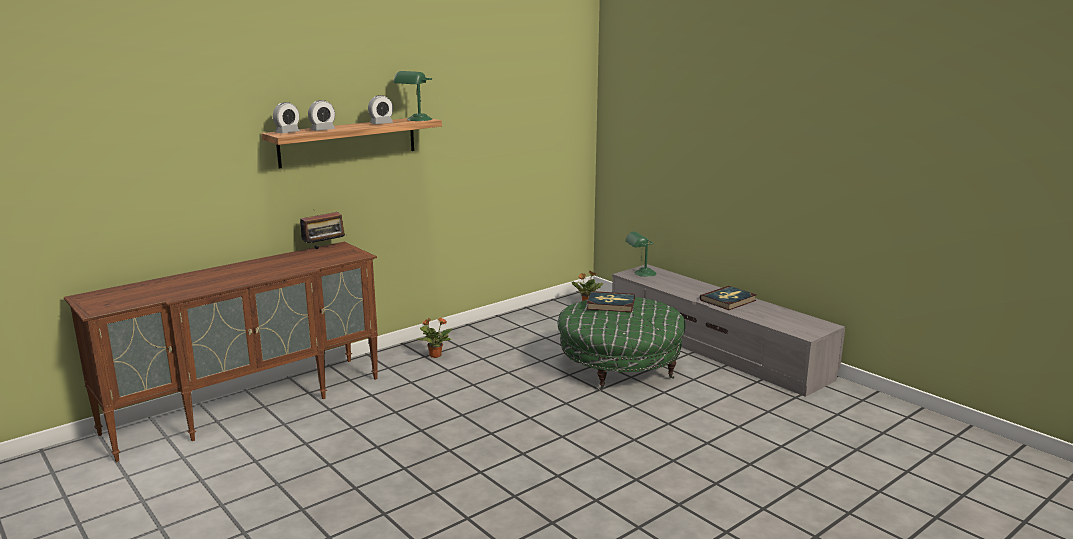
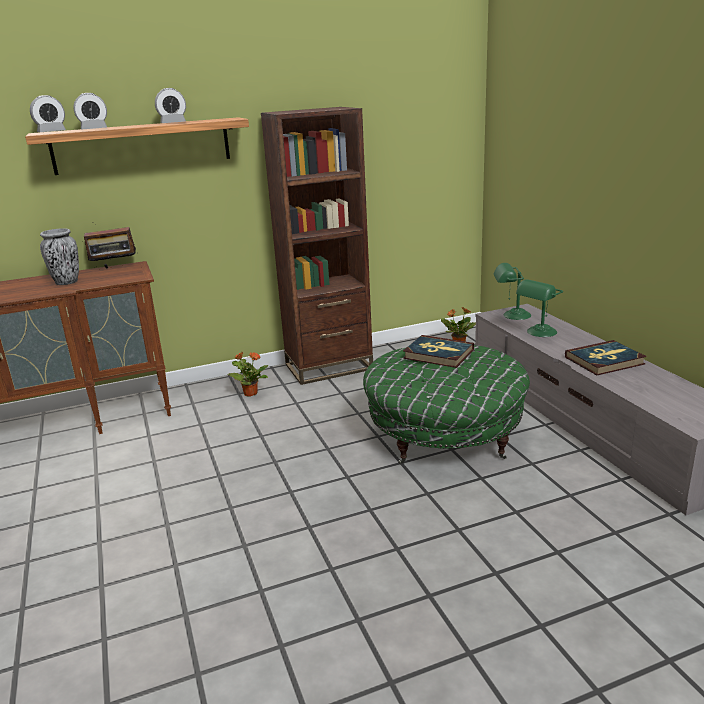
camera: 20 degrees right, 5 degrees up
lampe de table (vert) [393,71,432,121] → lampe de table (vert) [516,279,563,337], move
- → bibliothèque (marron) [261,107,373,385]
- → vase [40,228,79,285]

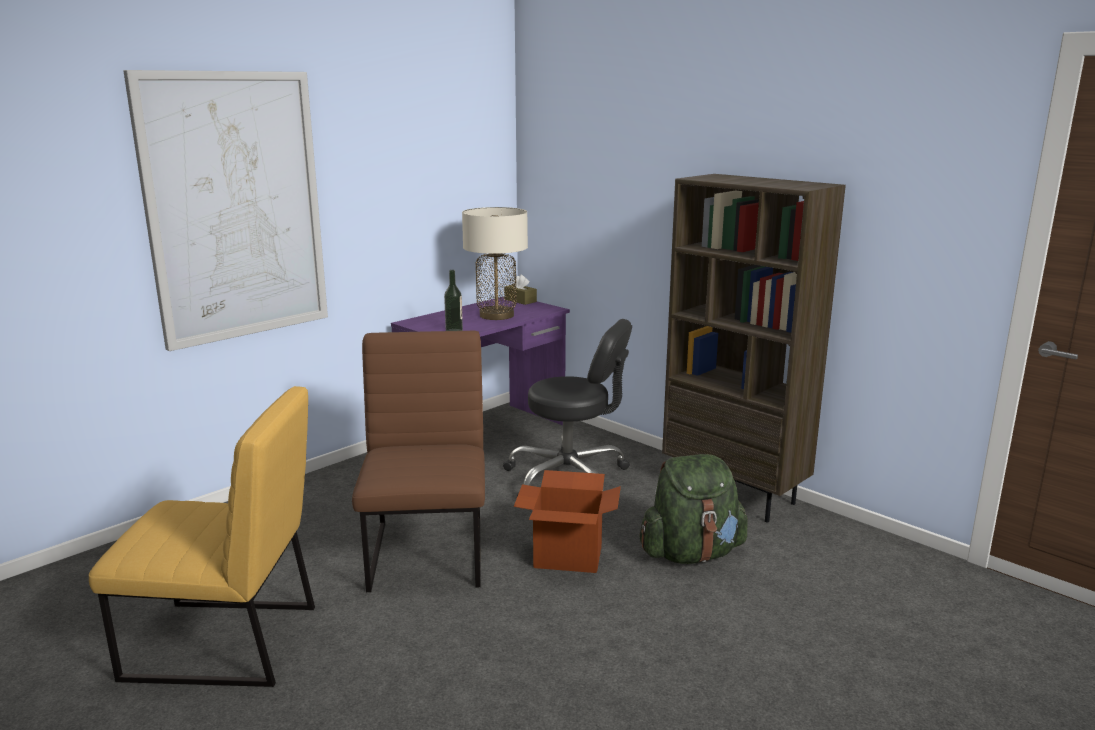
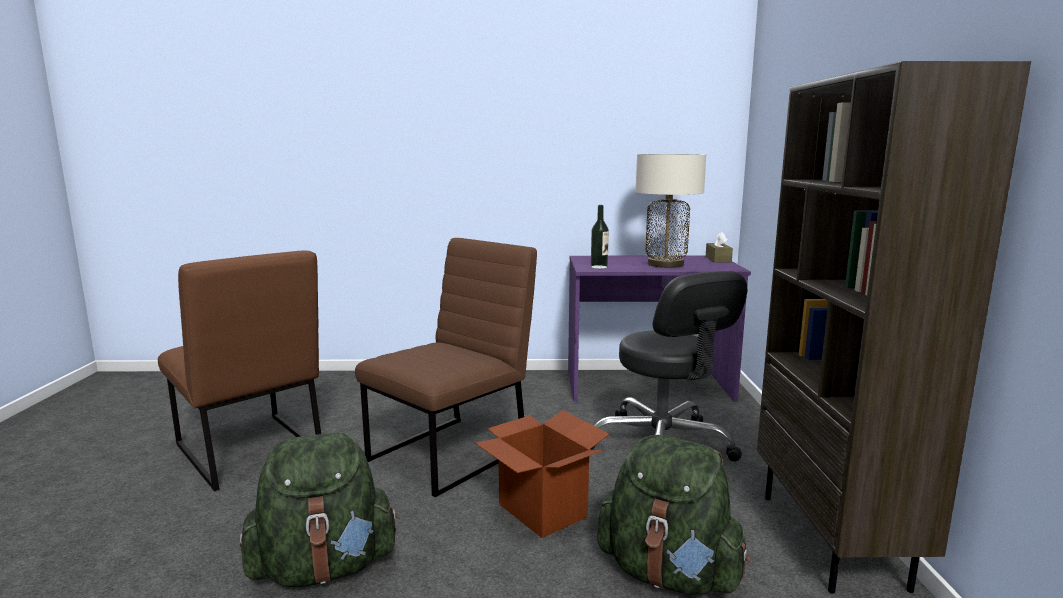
camera: 45 degrees right, 5 degrees down
tableau [124,70,328,351] → -
chaise (jaune) [89,386,315,687] → chaise (marron) [158,250,321,491]
- → sac à dos (vert) [240,432,399,587]

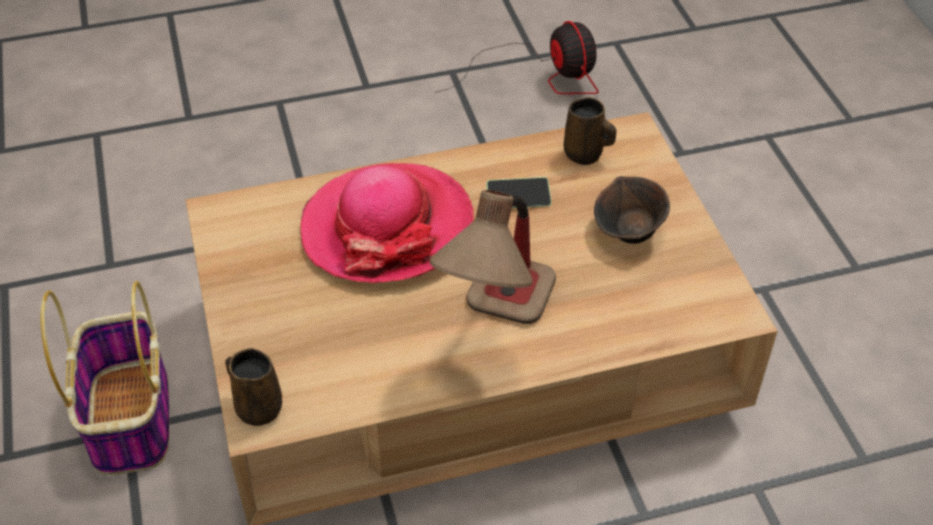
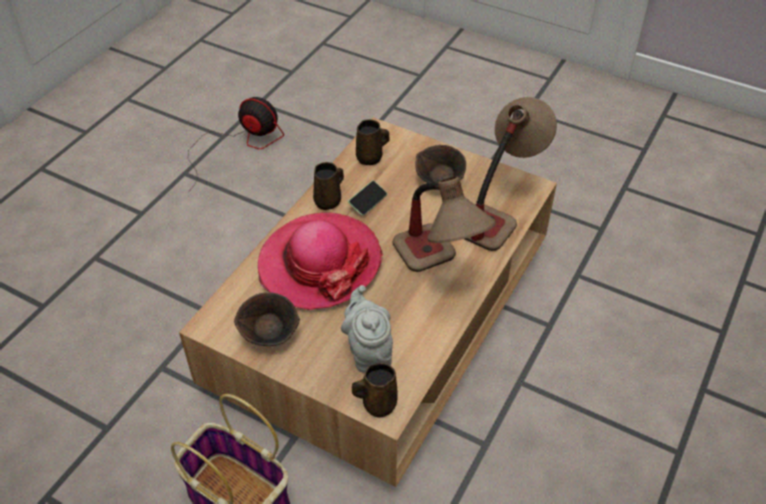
camera: 45 degrees left, 0 degrees up
- → lampe de table [465,97,557,251]
- → mug (marron) [313,162,344,210]
- → théière (gris) [341,285,393,373]
- → bol (marron) [234,292,300,346]

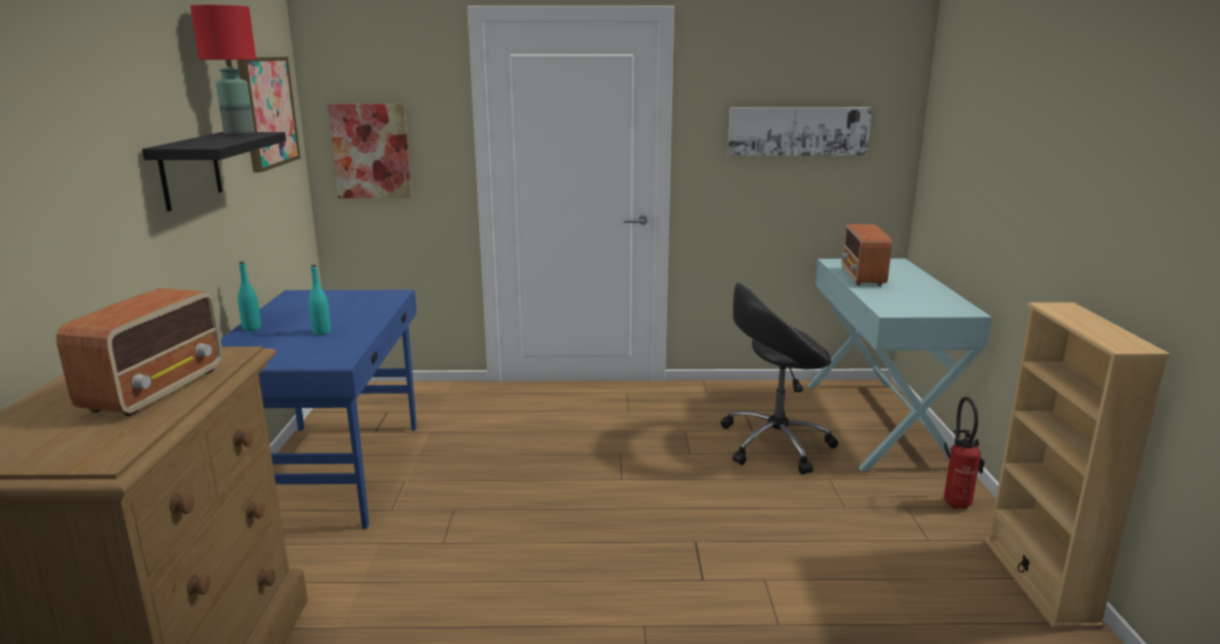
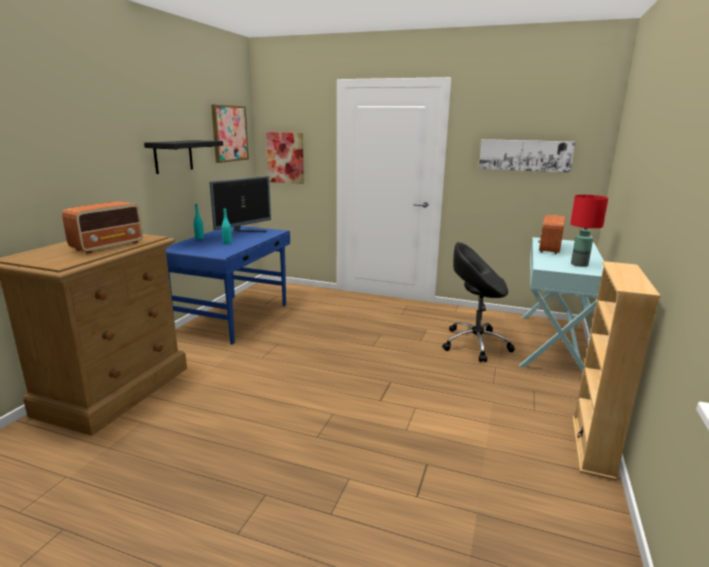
camera: 20 degrees right, 0 degrees up
lampe de table (rouge) [190,5,256,135] → lampe de table (rouge) [570,195,608,267], move
extincteur [944,397,985,509] → -
- → écran d'ordinateur [209,176,271,235]

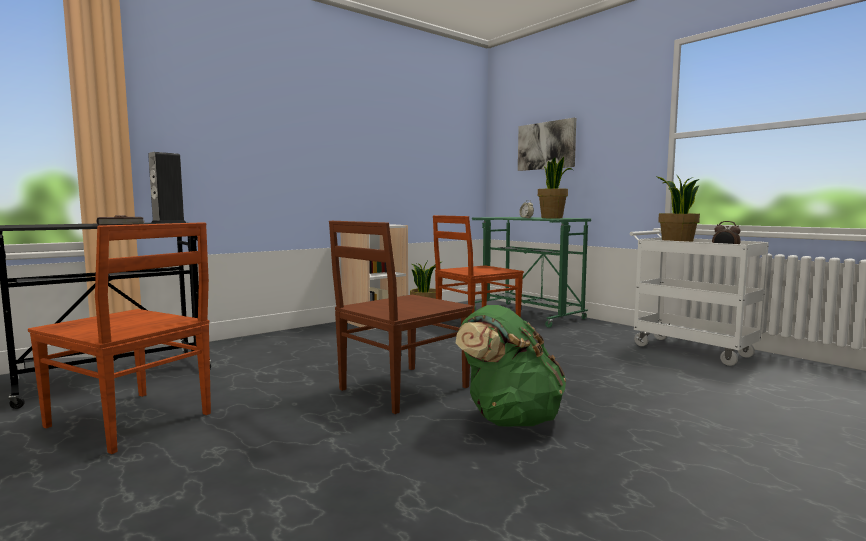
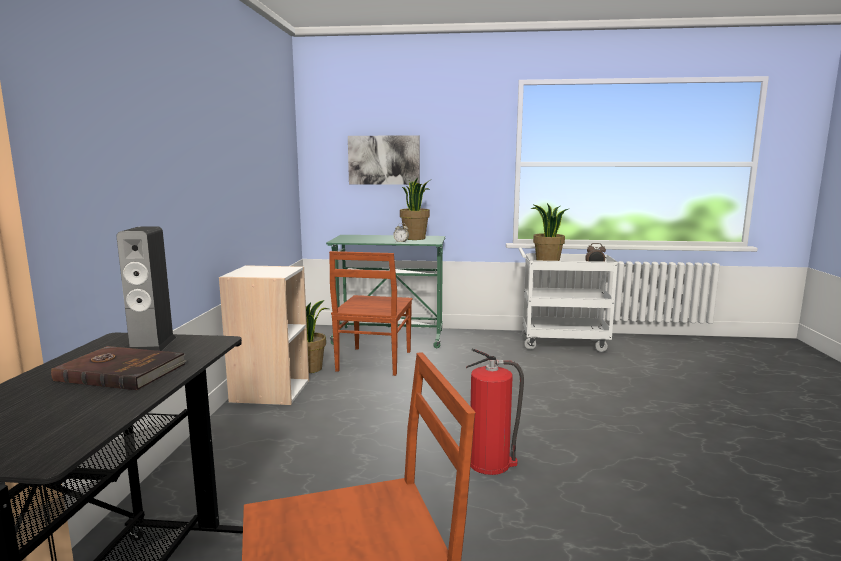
camera: 45 degrees left, 5 degrees up
chaise (marron) [329,221,474,414] → extincteur [466,349,524,475]
sac à dos (vert) [456,305,566,426] → -

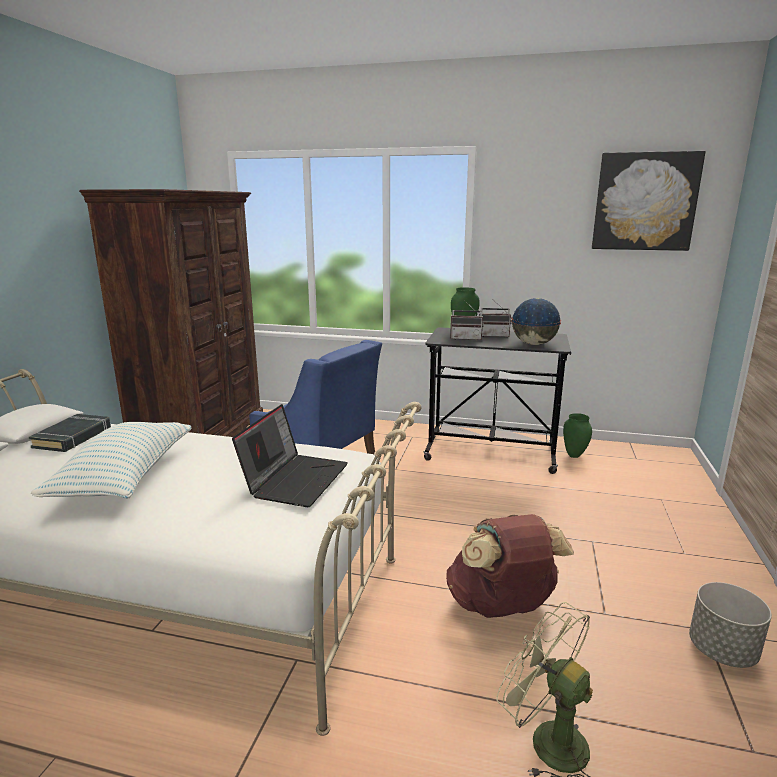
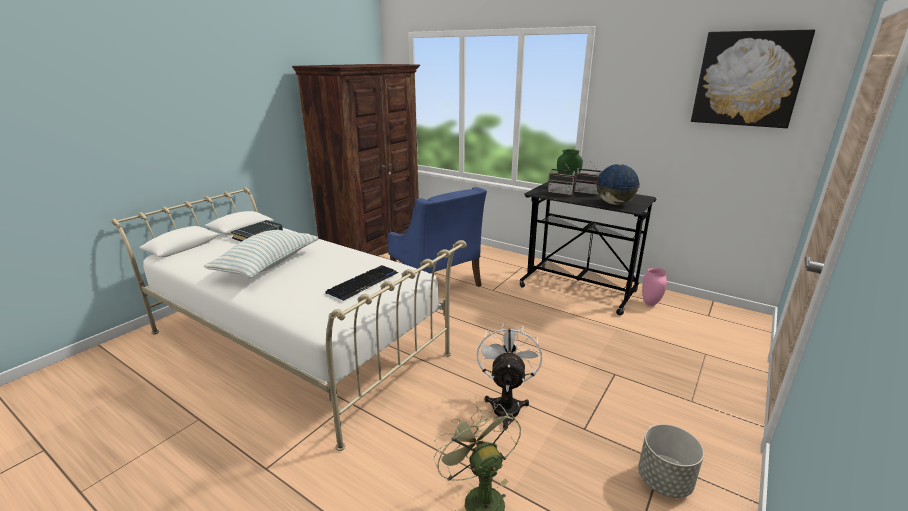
camera: 20 degrees right, 5 degrees up
ordinateur portable [232,404,348,507] → clavier [325,265,398,301]
vase (vert) [563,413,592,458] → vase (rose) [643,267,667,306]
sac à dos (marron) [446,514,574,618] → ventilateur (blanc) [477,323,542,429]

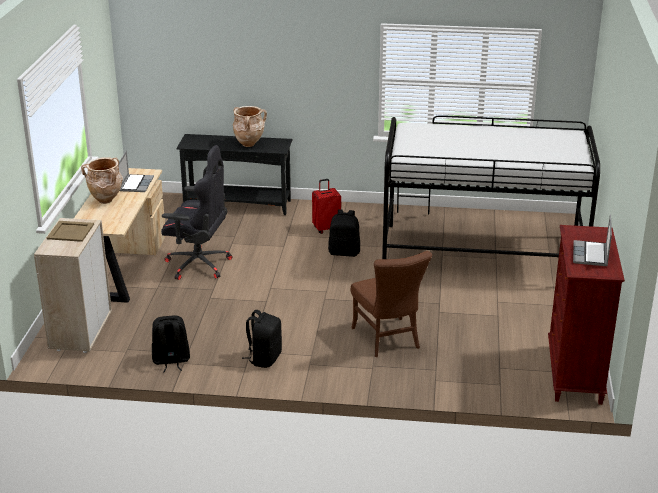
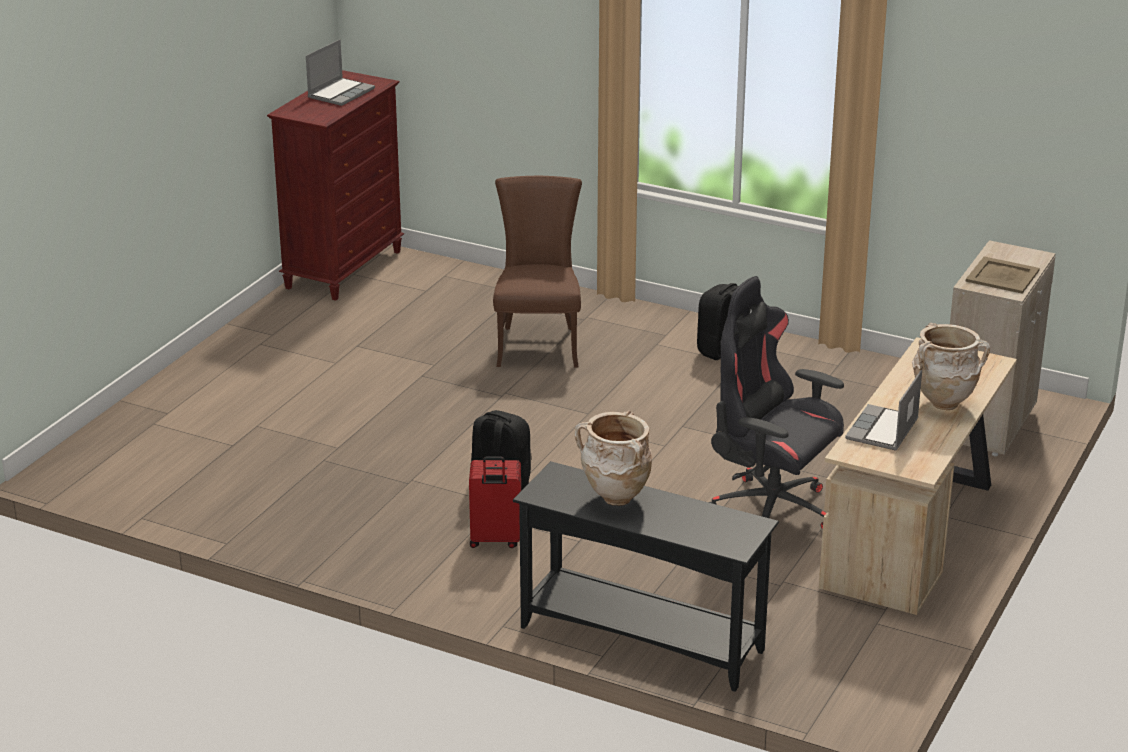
camera: 160 degrees left, 0 degrees up
lit (noir) [382,115,600,259] → -
sac à dos (noir) [152,315,190,372] → -

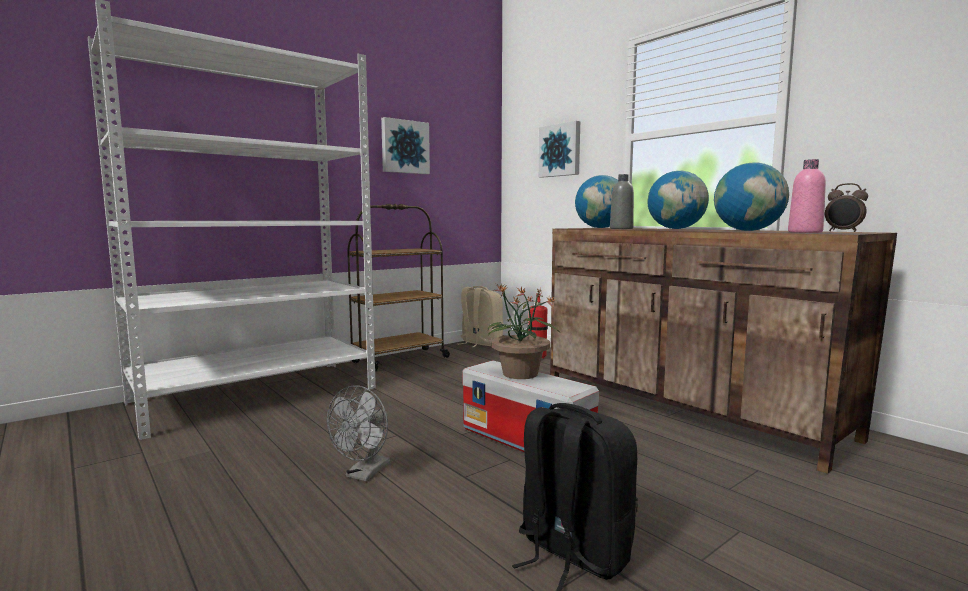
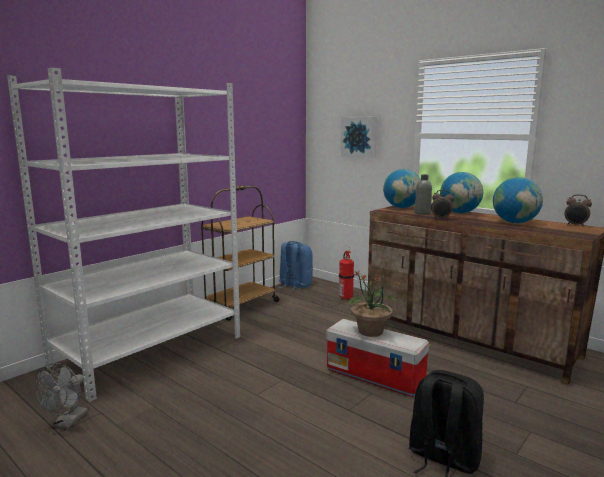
camera: 10 degrees left, 5 degrees up
tableau [381,117,430,174] → -
bouteille (rose) [788,159,826,233] → -
sac à dos (beige) [461,286,503,347] → sac à dos (bleu) [279,241,313,291]
ventilateur (gris) [327,386,390,481] → ventilateur (gris) [35,363,88,429], move
- → réveil [431,190,454,220]

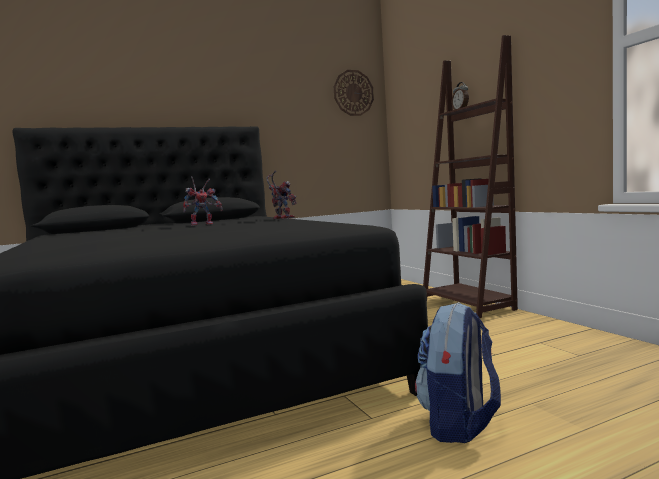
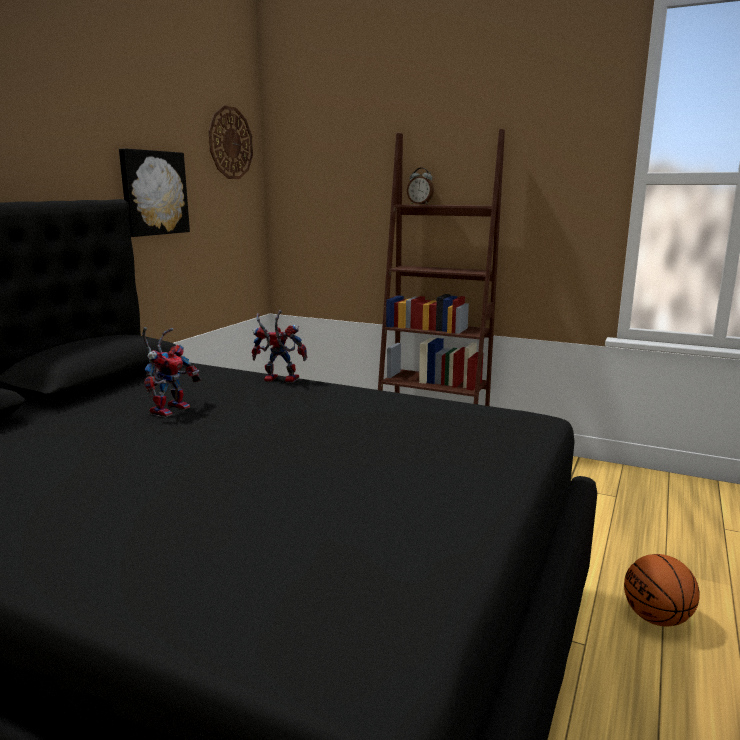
camera: 40 degrees left, 10 degrees up
sac à dos [415,302,501,443] → ballon de basket [624,554,700,627]
- → tableau [119,148,190,237]

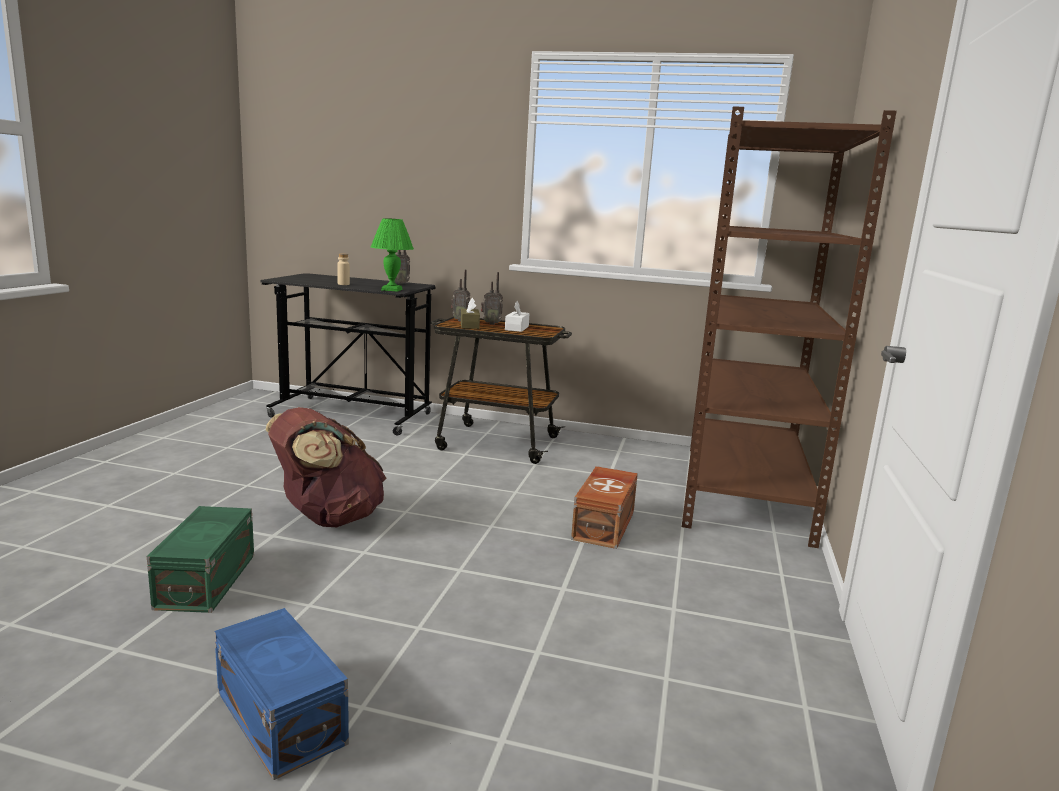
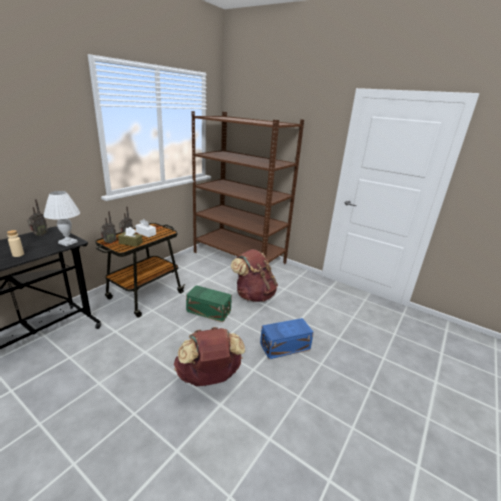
camera: 70 degrees left, 10 degrees up
lampe de table (vert) [371,218,414,292] → lampe de table (blanc) [43,191,80,246]
boîte de rangement (marron) [571,466,638,549] → sac à dos (marron) [231,249,278,302]
boîte de rangement (vert) [147,506,254,613] → boîte de rangement (vert) [186,285,232,322], move
boîte de rangement (bleu) [214,608,349,780] → boîte de rangement (bleu) [260,318,314,359], move

